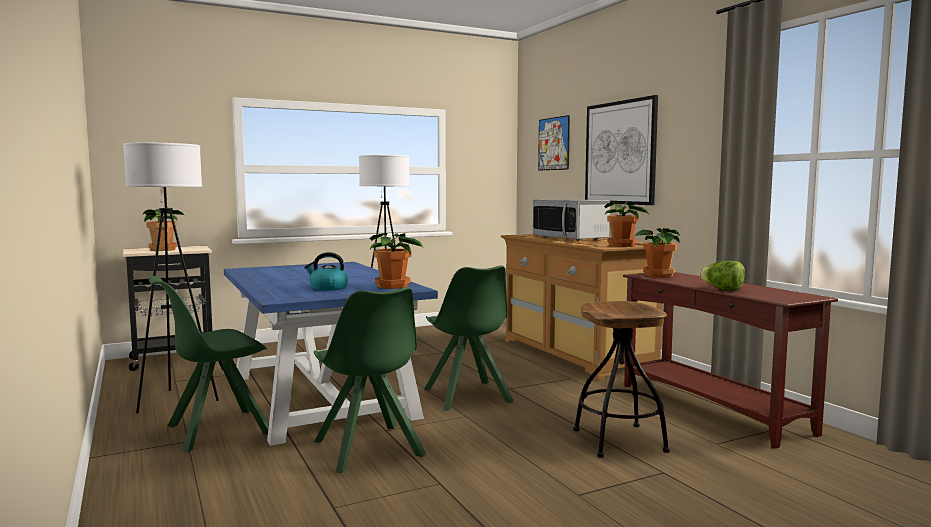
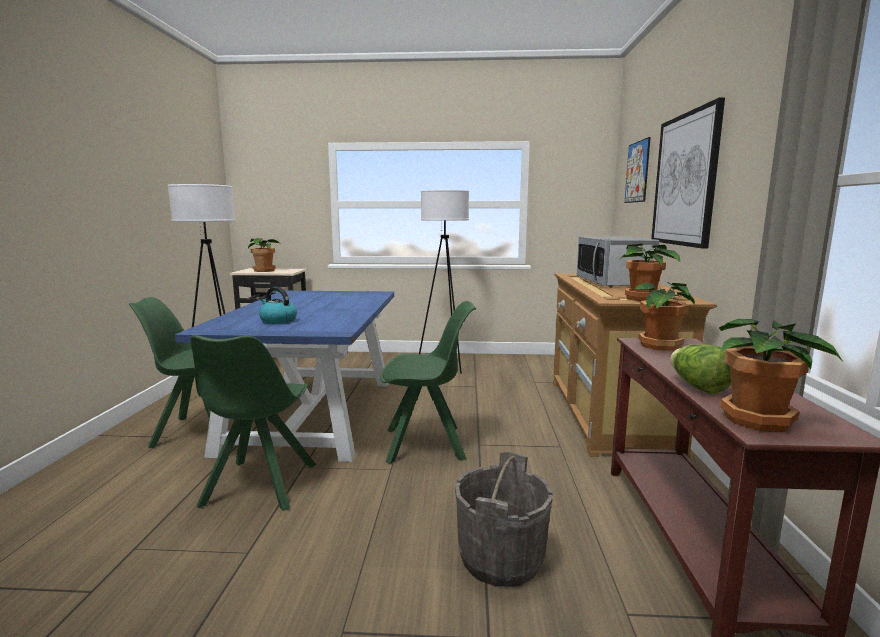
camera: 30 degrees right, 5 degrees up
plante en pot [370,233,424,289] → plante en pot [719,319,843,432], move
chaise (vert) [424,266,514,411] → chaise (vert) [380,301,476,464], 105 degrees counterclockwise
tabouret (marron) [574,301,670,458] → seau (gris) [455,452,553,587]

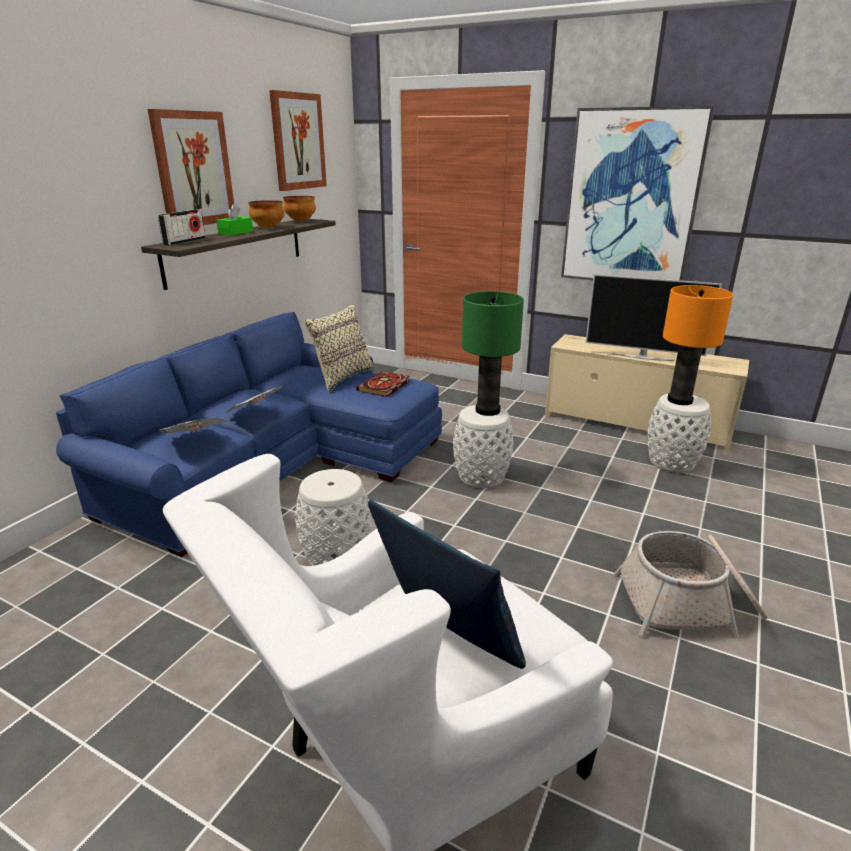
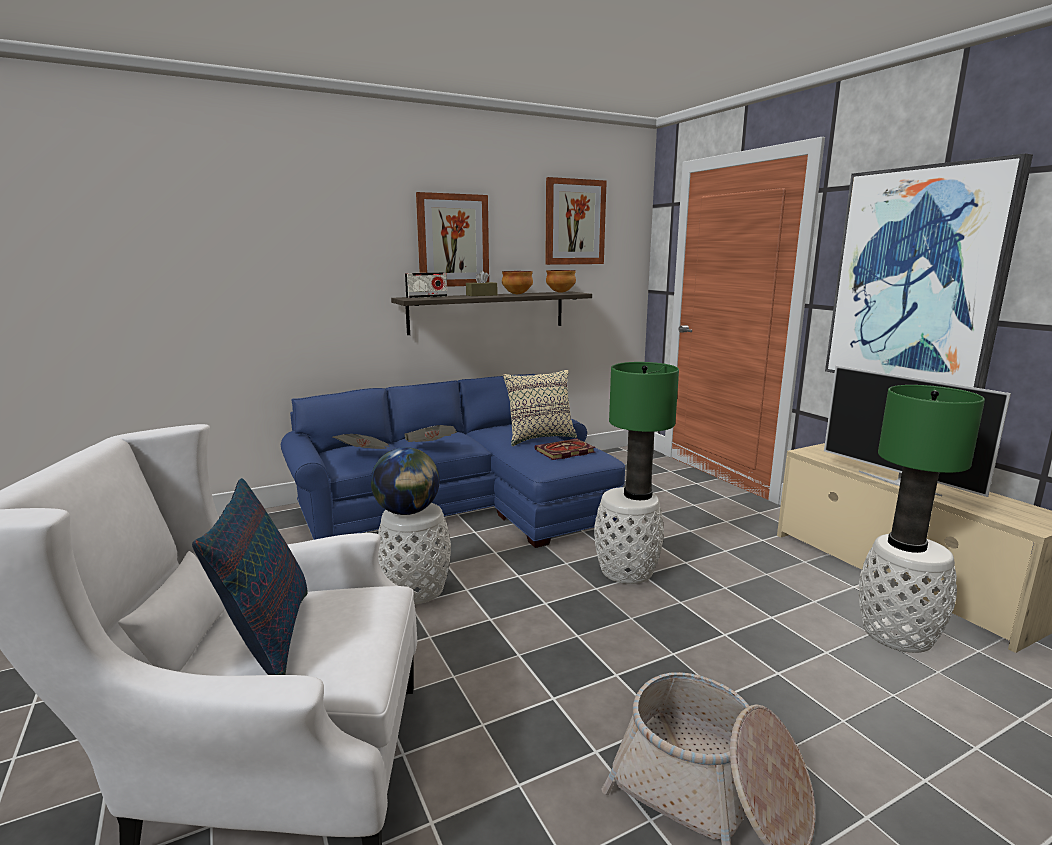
camera: 35 degrees right, 10 degrees down
boîte à mouchoirs (vert) [216,204,253,236] → boîte à mouchoirs (marron) [466,271,497,296]
lampe de table (orange) [663,285,733,405] → lampe de table (vert) [878,385,985,553]
- → globe [371,447,439,515]

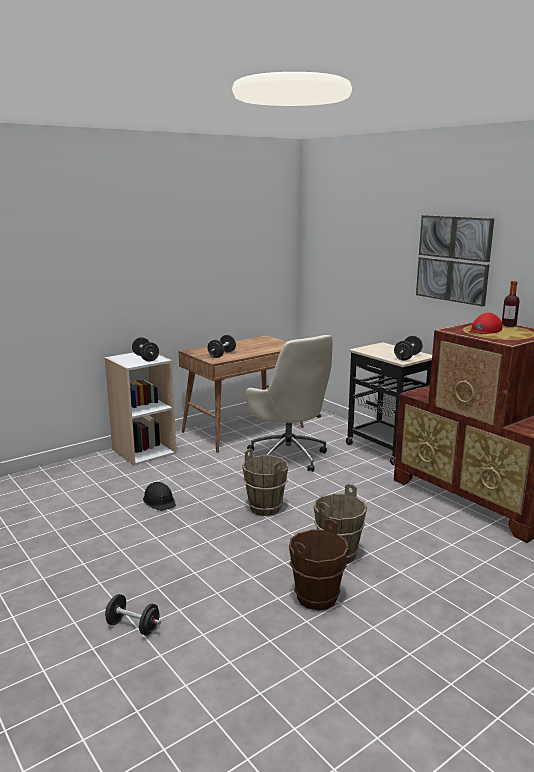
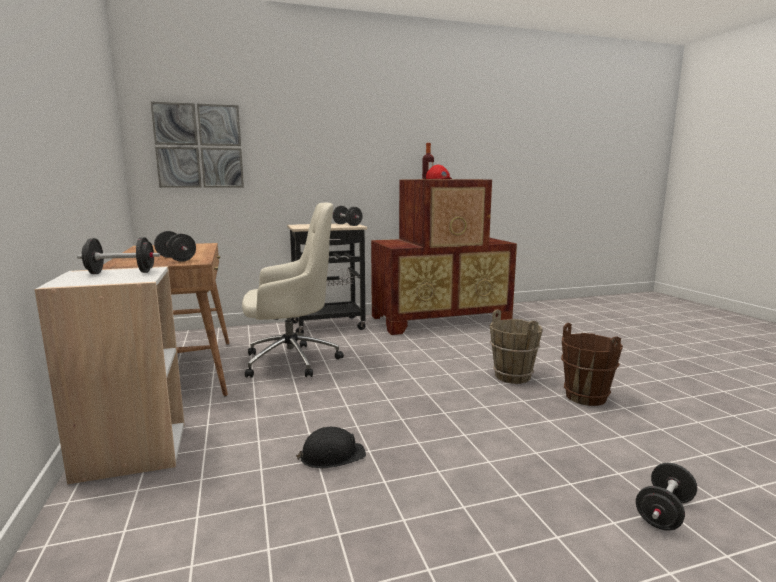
camera: 70 degrees left, 5 degrees down
tableau [416,215,494,306] → tableau [150,101,244,188], move
seau (marron) [242,448,288,516] → -

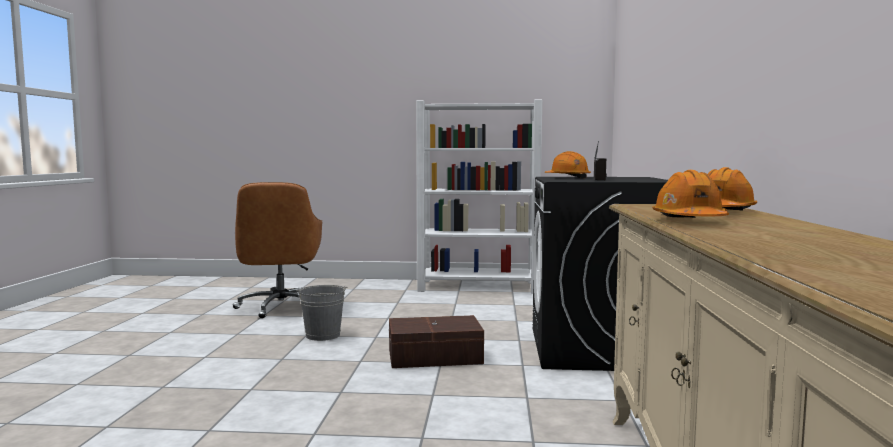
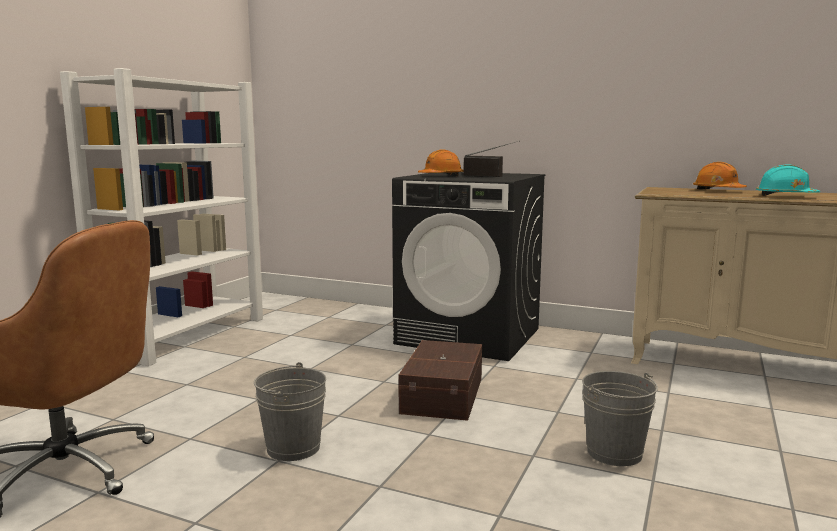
camera: 70 degrees left, 5 degrees up
casque de chantier (orange) [652,170,729,218] → casque de chantier (turquoise) [756,165,820,196]
- → seau (gris) [582,371,658,466]

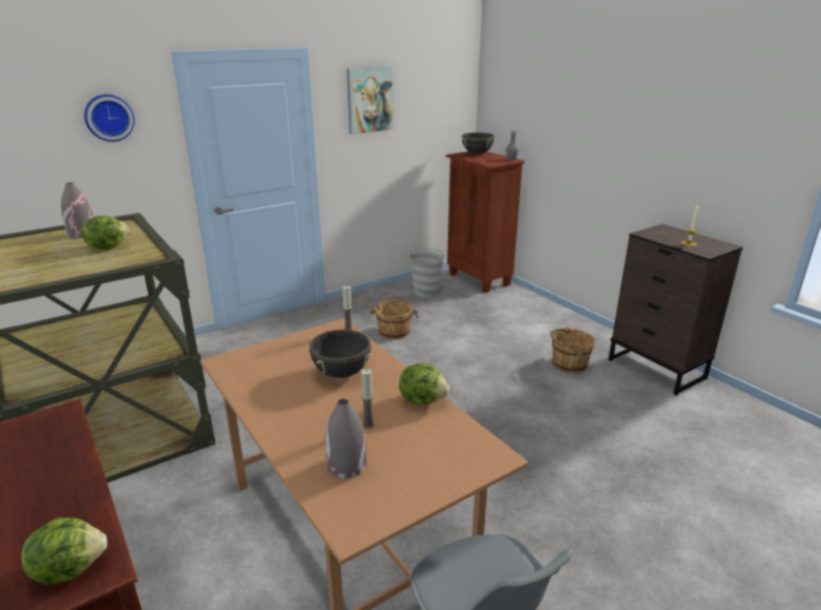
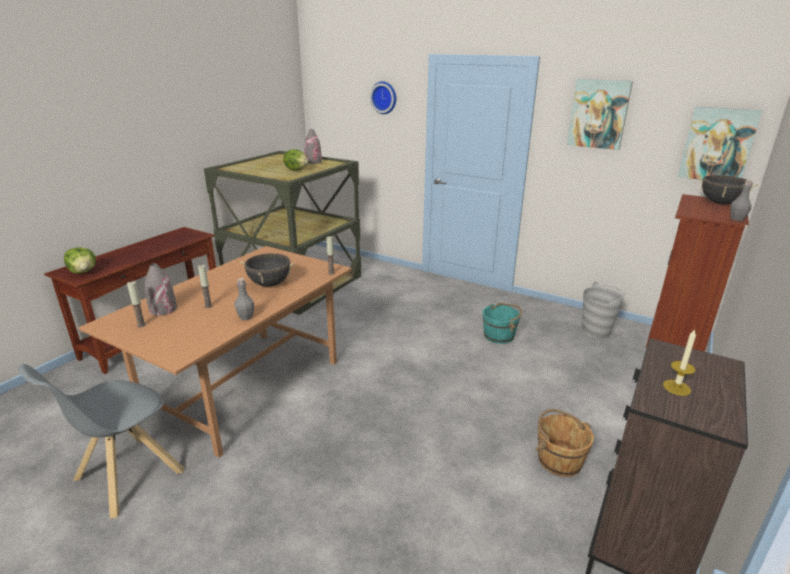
camera: 65 degrees right, 0 degrees up
seau (marron) [370,296,419,339] → seau (turquoise) [483,303,522,344]
laitue [399,363,450,405] → bouteille (gris) [234,278,254,320]
- → tableau [678,107,762,180]
- → bougie [127,281,146,328]

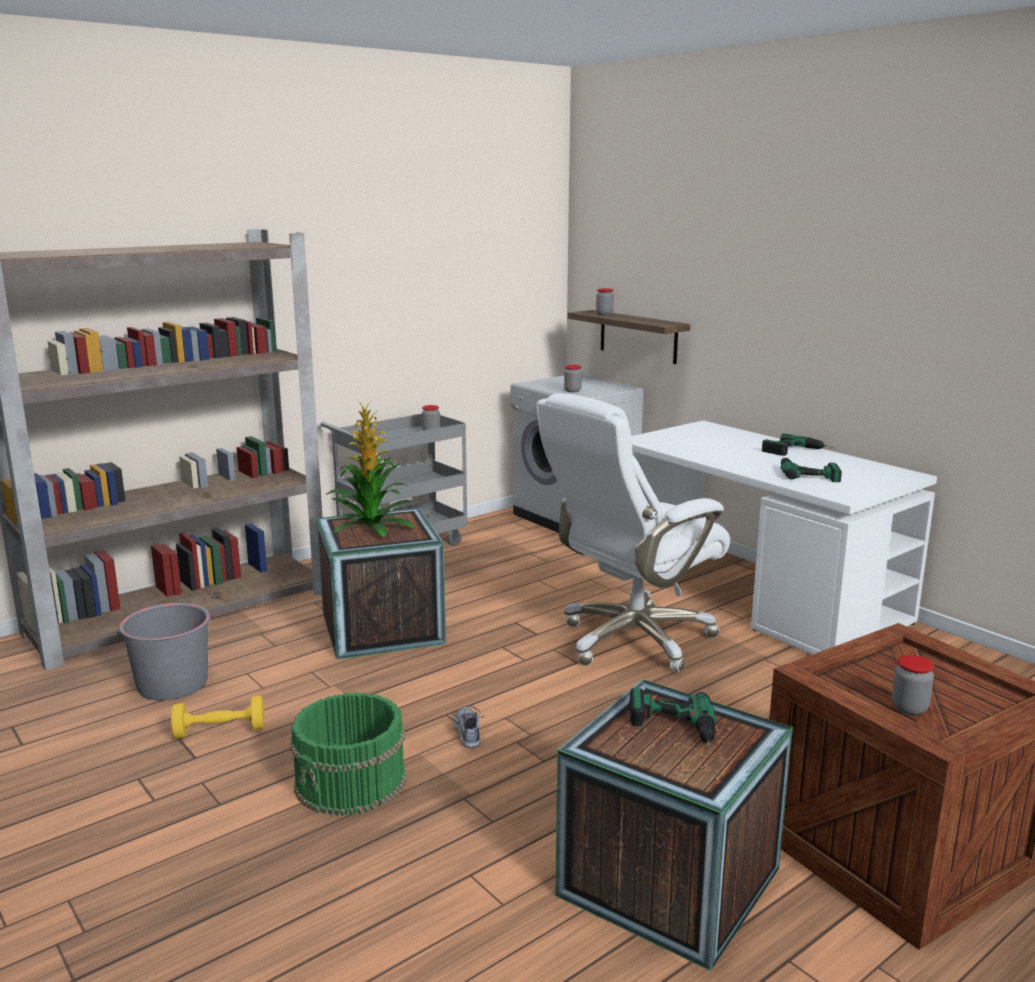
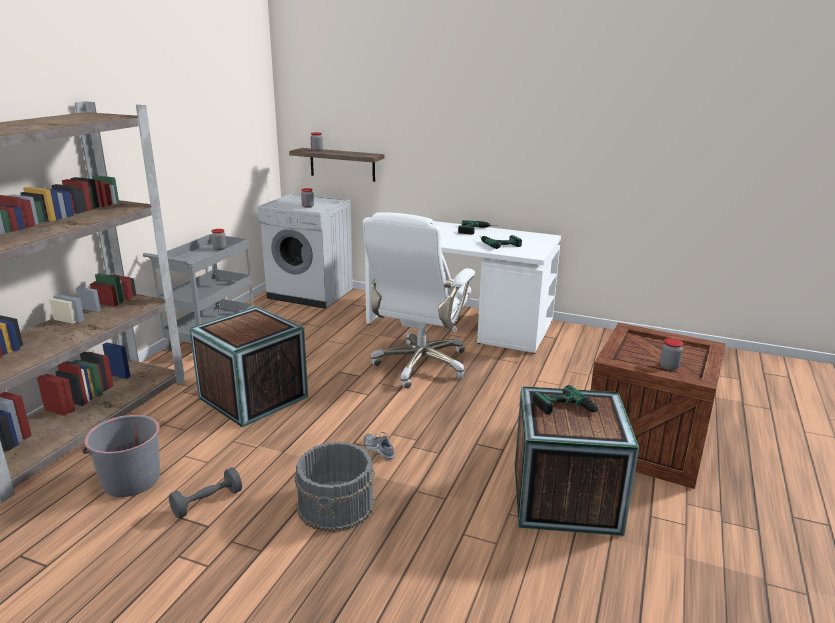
camera: 30 degrees left, 5 degrees up
plante en pot [326,401,415,537] → -
seau (vert) [290,692,407,816] → seau (gris) [295,442,375,532]
haltère (jaune) [171,696,264,739] → haltère (gris) [169,467,242,518]

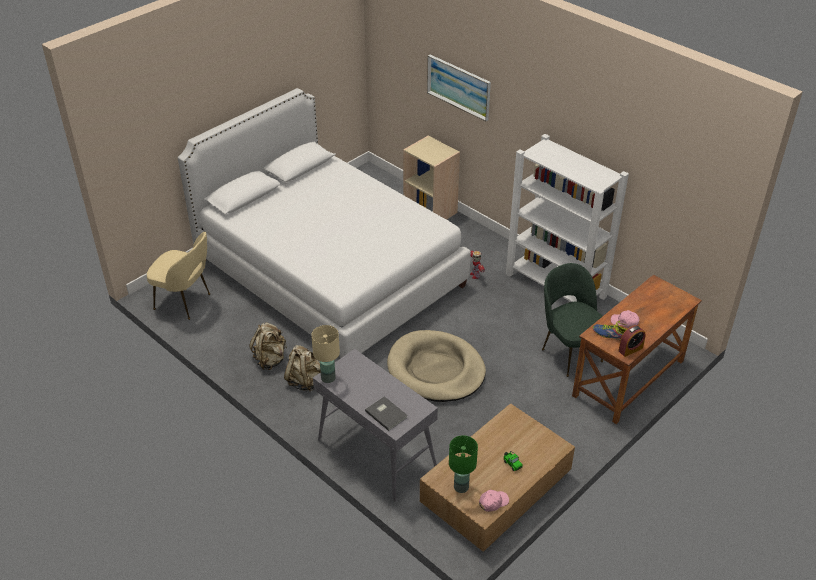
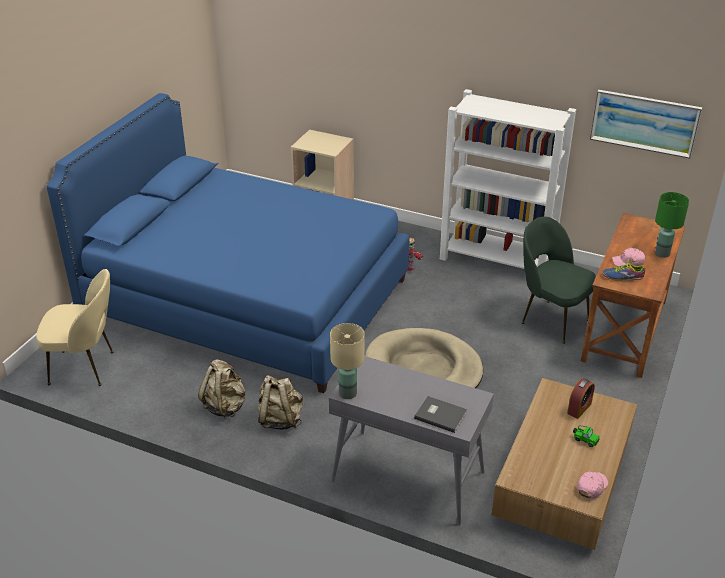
camera: 20 degrees left, 5 degrees down
tableau [427,55,491,121] → tableau [590,90,702,159], move
lit (blanc) [178,88,471,358] → lit (bleu) [46,93,410,393]
réveil [618,325,646,357] → réveil [567,378,595,419], move
lampe de table (vert) [449,435,478,493] → lampe de table (vert) [655,192,689,258], move

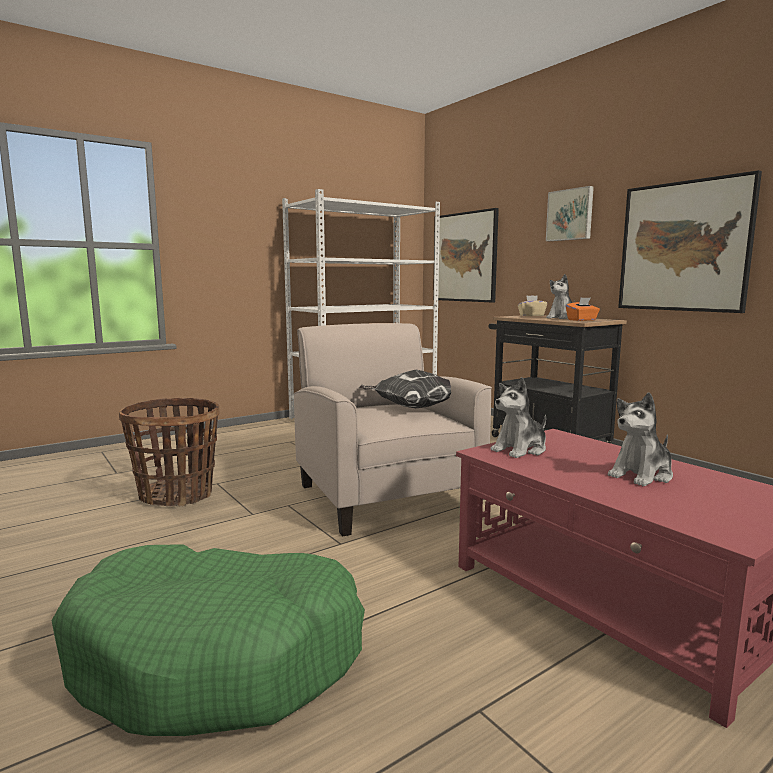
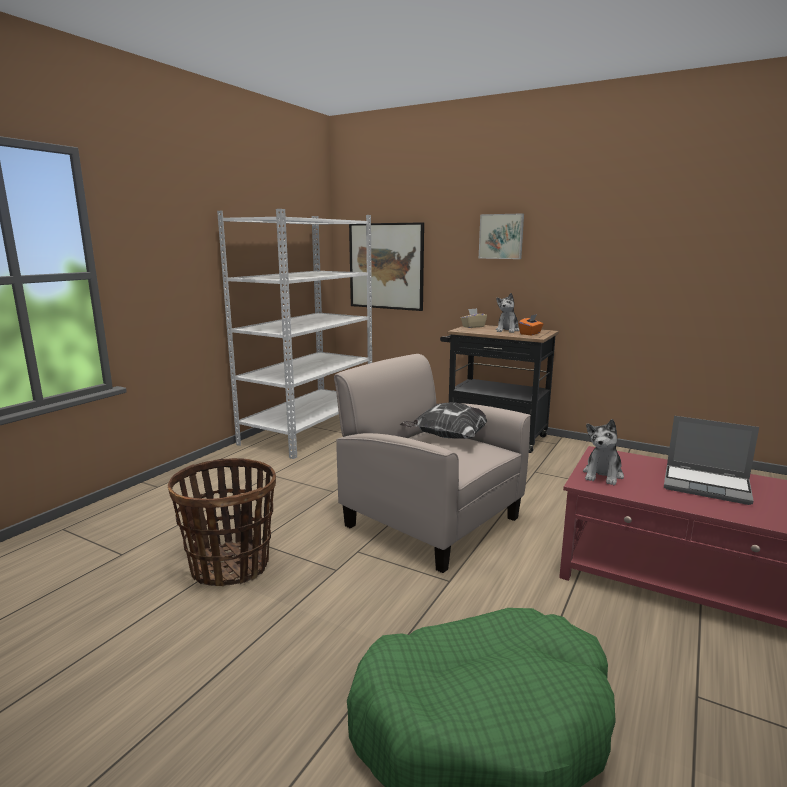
camera: 25 degrees left, 5 degrees up
tableau [618,170,762,313] → -
peluche [608,392,673,486] → ordinateur portable [664,416,759,505]

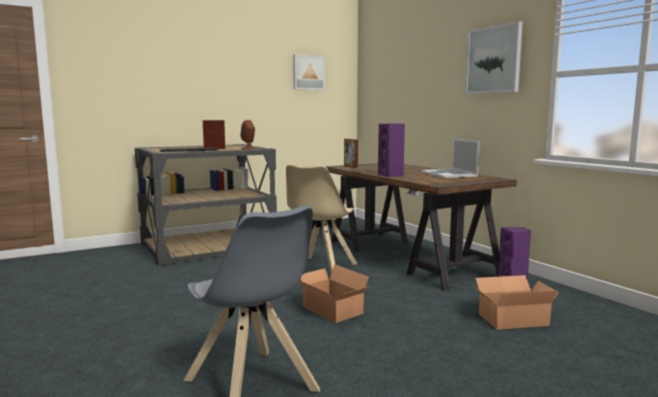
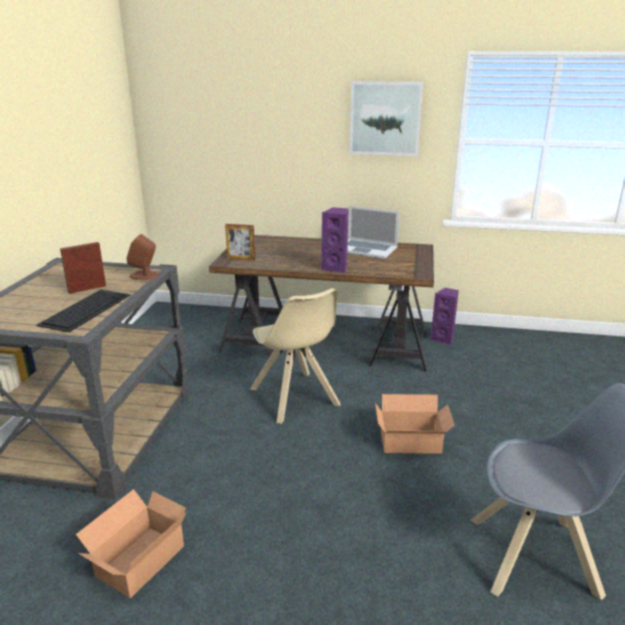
camera: 50 degrees left, 15 degrees up
tableau [293,55,324,90] → -
carton [474,275,559,330] → carton [76,489,187,598], move

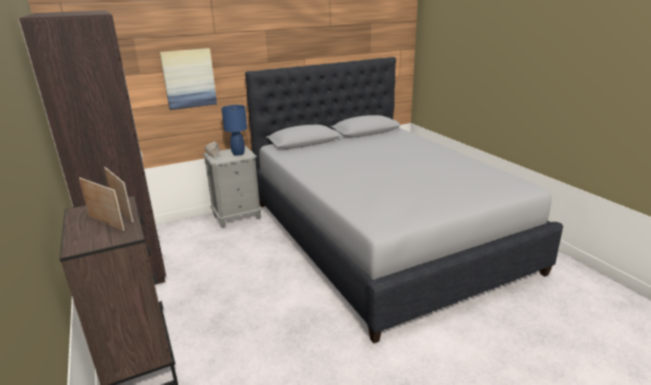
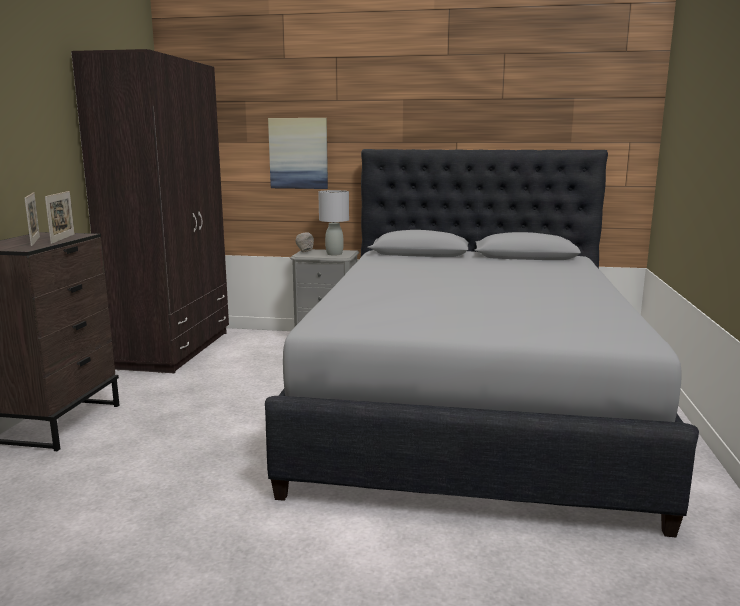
camera: 35 degrees right, 10 degrees down
lampe de table (bleu) [221,105,247,156] → lampe de table (gris) [318,190,349,256]

